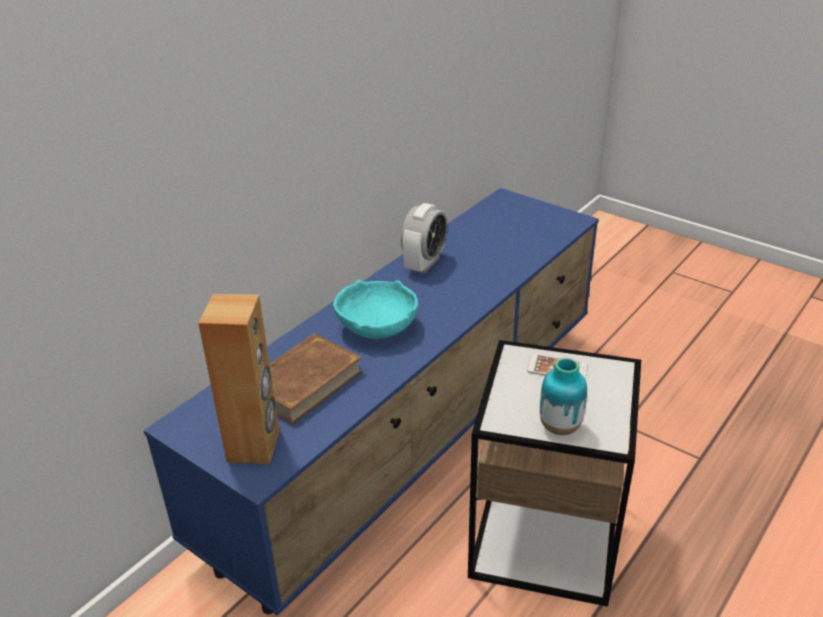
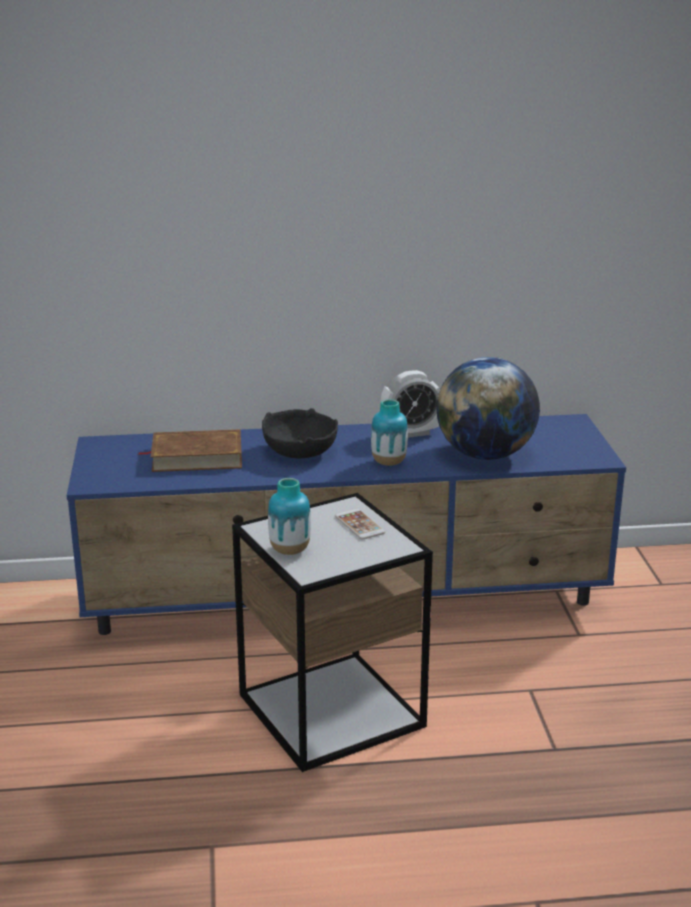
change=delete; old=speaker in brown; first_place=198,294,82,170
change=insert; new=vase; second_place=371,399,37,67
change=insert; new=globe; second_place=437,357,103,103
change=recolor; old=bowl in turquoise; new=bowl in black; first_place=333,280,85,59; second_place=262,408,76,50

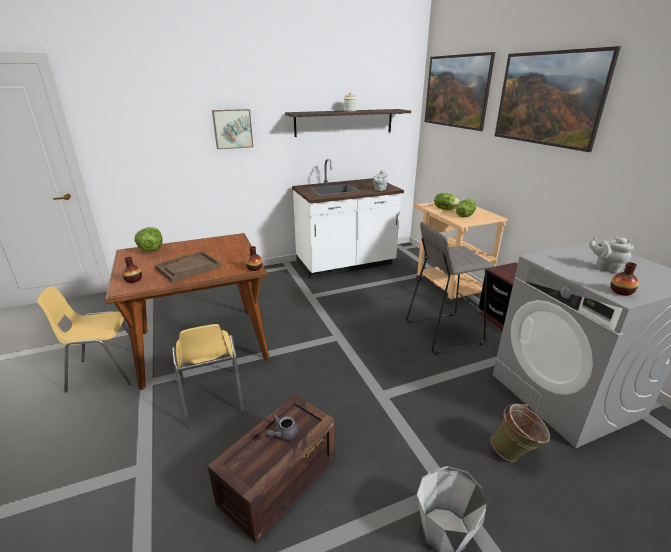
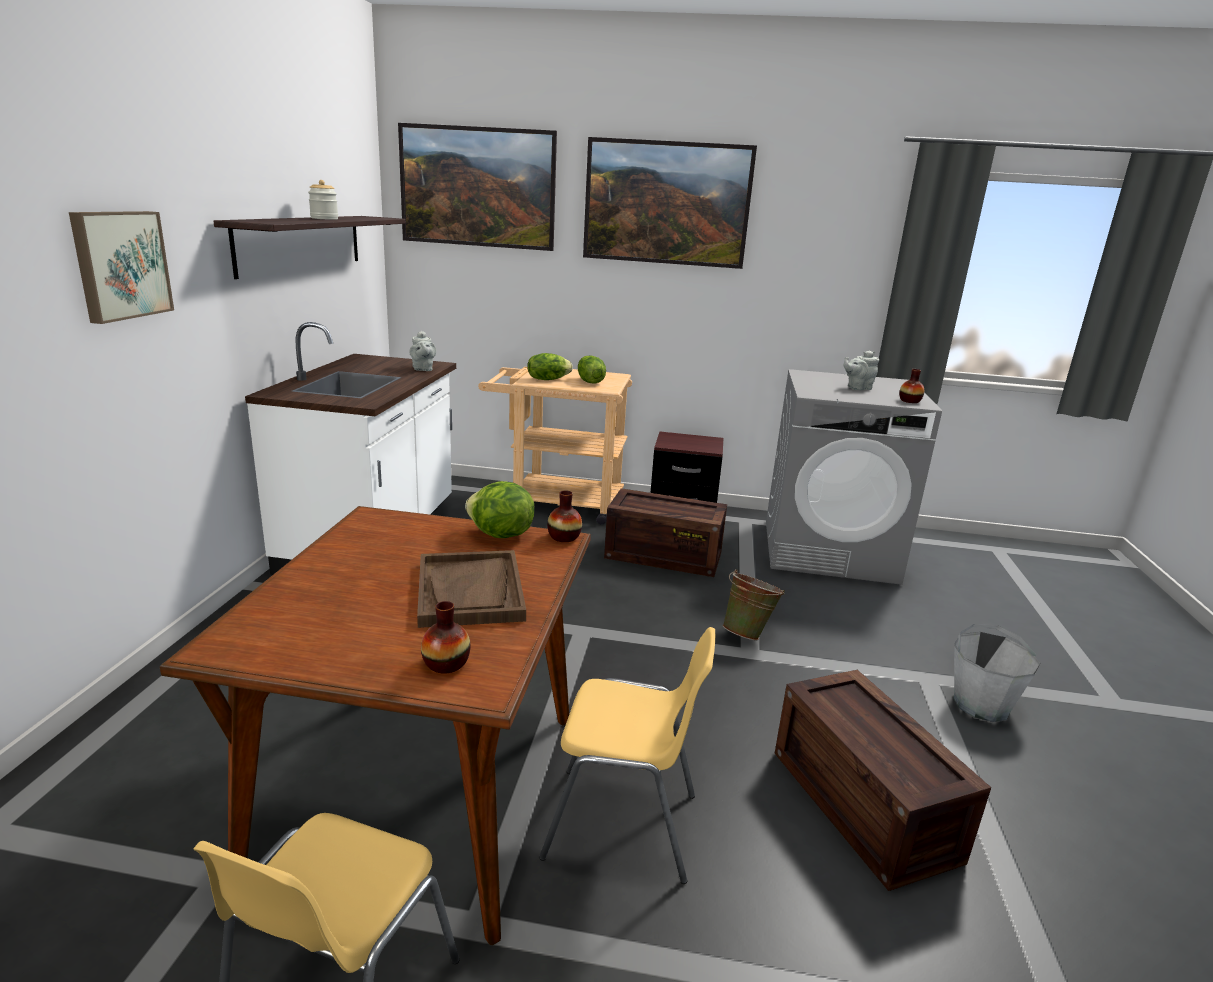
change=delete; old=teapot in grey; first_place=265,415,34,26
change=move; old=lettuce; first_place=135,227,28,24; second_place=465,481,70,57
change=move; old=bucket in green; first_place=491,404,59,58; second_place=722,569,63,72
change=replace; old=stool in grey; new=crate; first_place=406,222,88,132; second_place=604,488,123,89

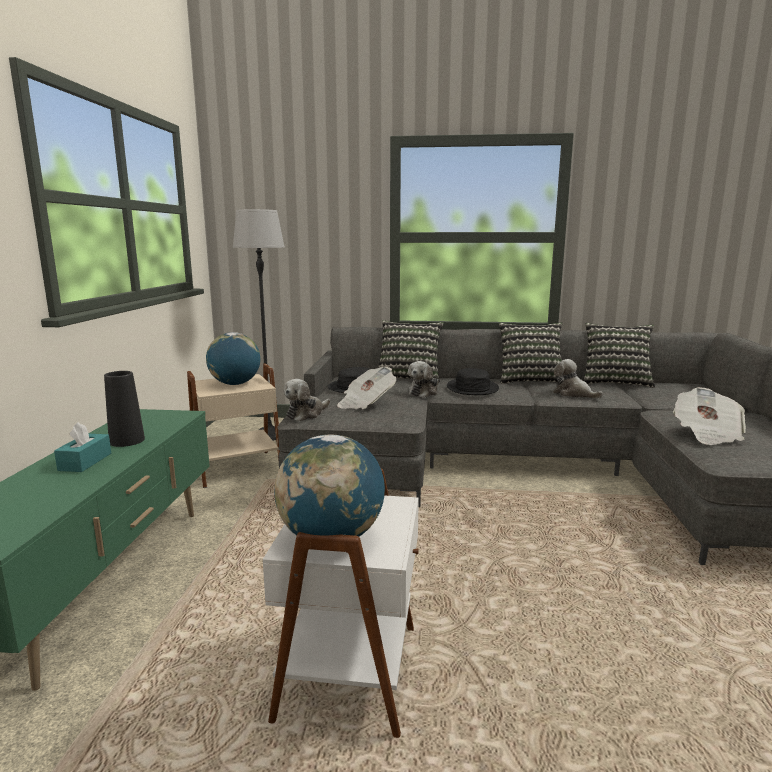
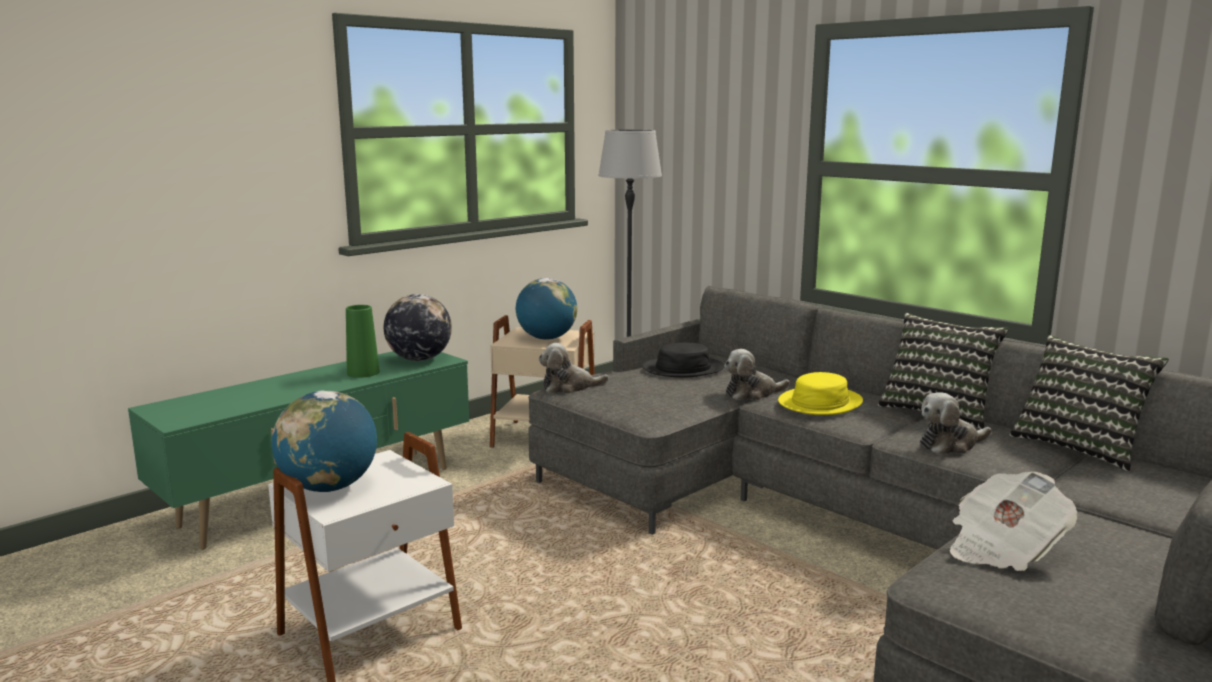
change=delete; old=tissue box in turquoise; first_place=54,422,57,50
change=delete; old=newspaper; first_place=337,367,59,42
change=delete; old=pillow; first_place=378,320,66,63
change=insert; new=globe; second_place=384,294,68,67
change=recolor; old=vase in black; new=vase in green; first_place=104,371,41,76; second_place=346,305,34,73
change=recolor; old=hat in black; new=hat in yellow; first_place=447,368,52,27; second_place=778,372,85,43
change=rotate; old=plush toy; first_place=553,359,50,40; second_place=920,392,71,62; degrees=-105

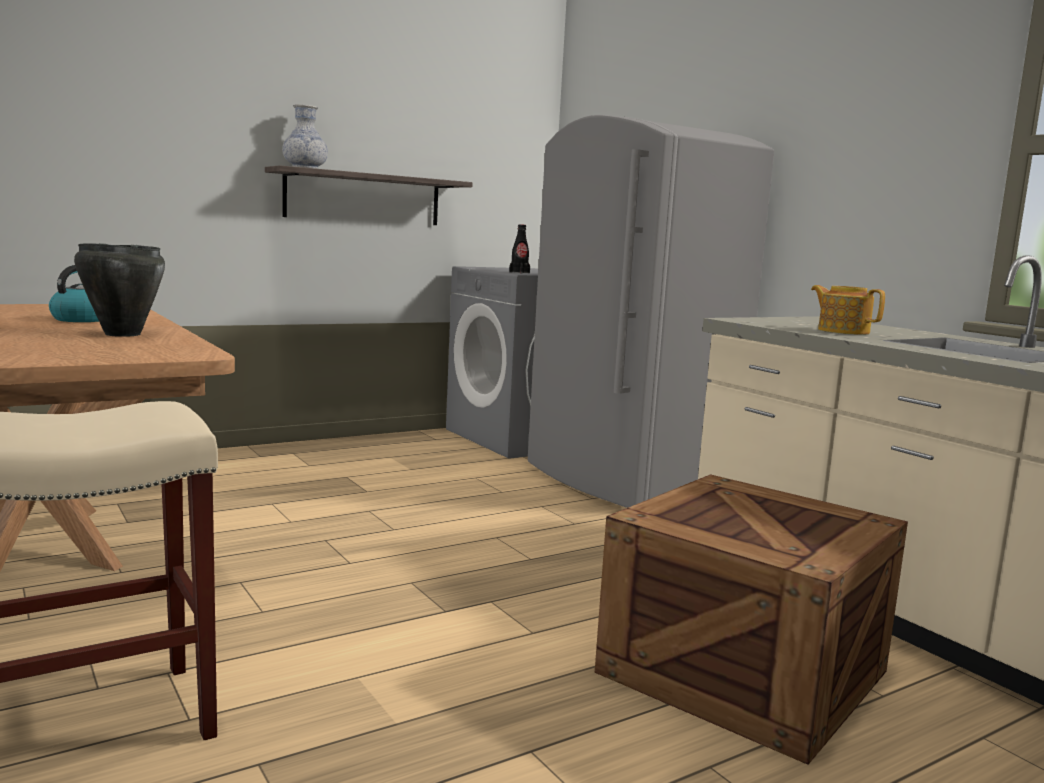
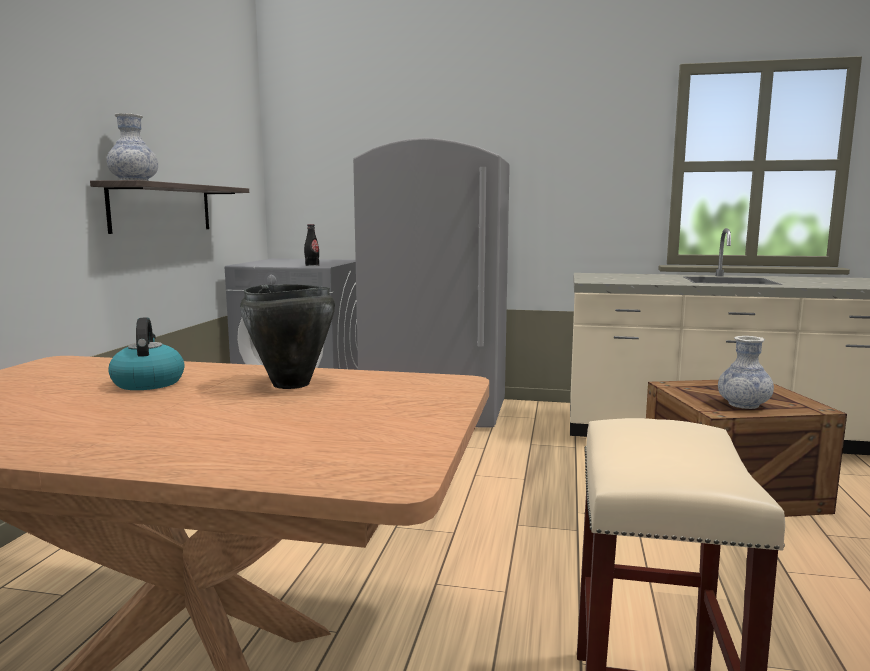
change=delete; old=teapot; first_place=811,285,74,50
change=insert; new=vase; second_place=718,336,56,73

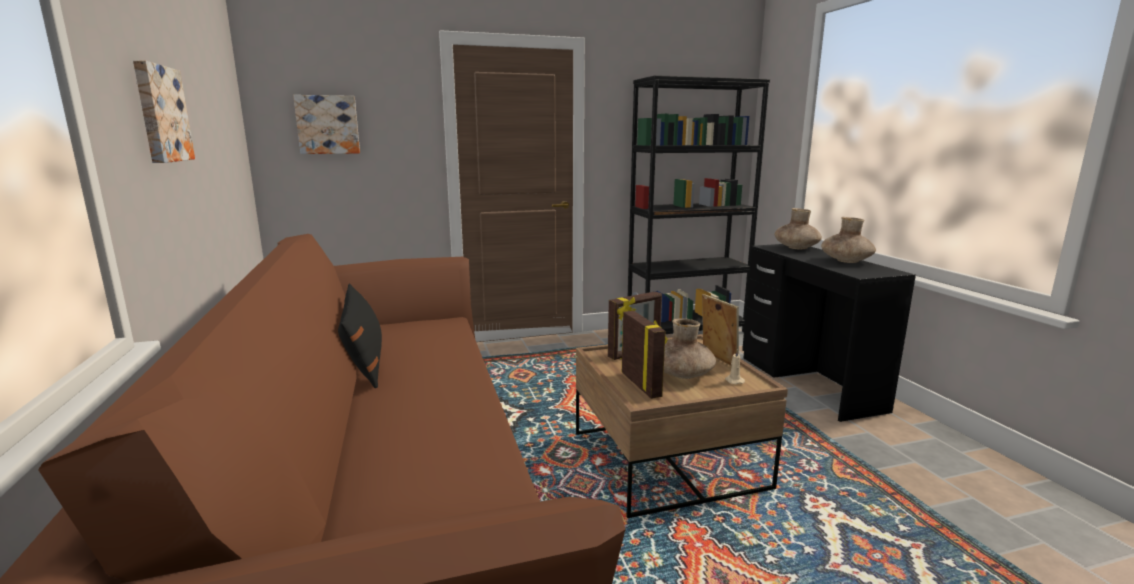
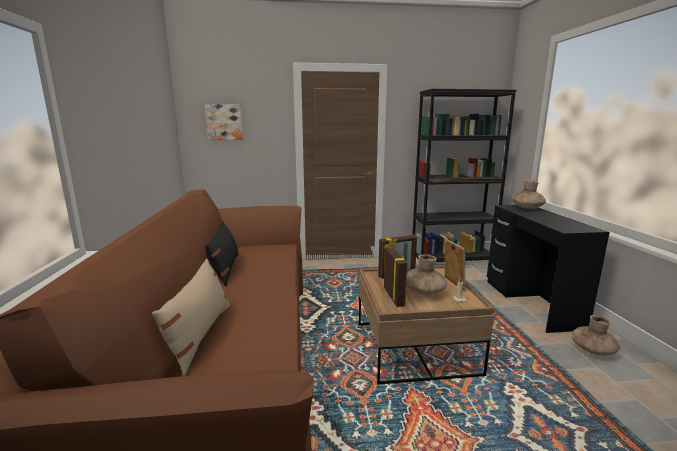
change=delete; old=picture; first_place=133,60,62,103
change=insert; new=pillow in beige; second_place=152,259,78,116
change=move; old=vase in brown; first_place=821,217,55,46; second_place=571,315,49,40

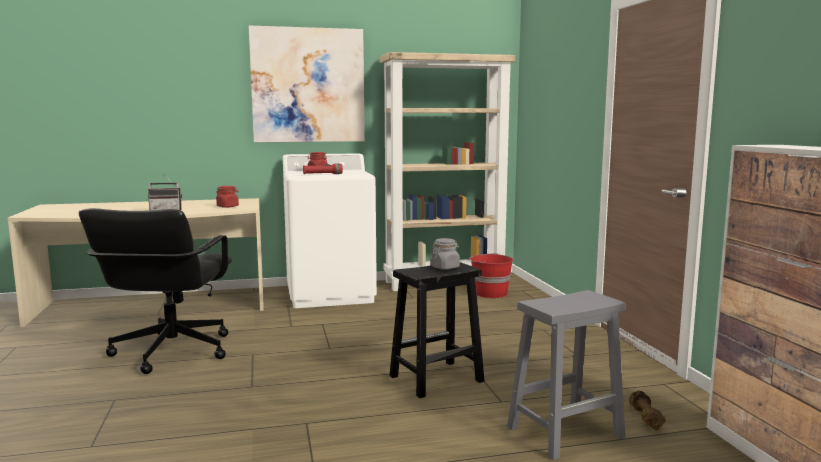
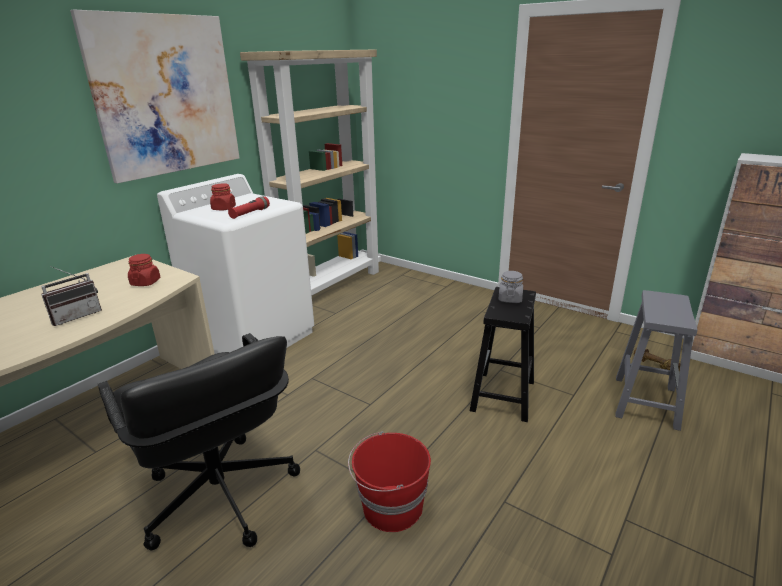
change=move; old=bucket in red; first_place=468,253,45,45; second_place=348,431,83,101

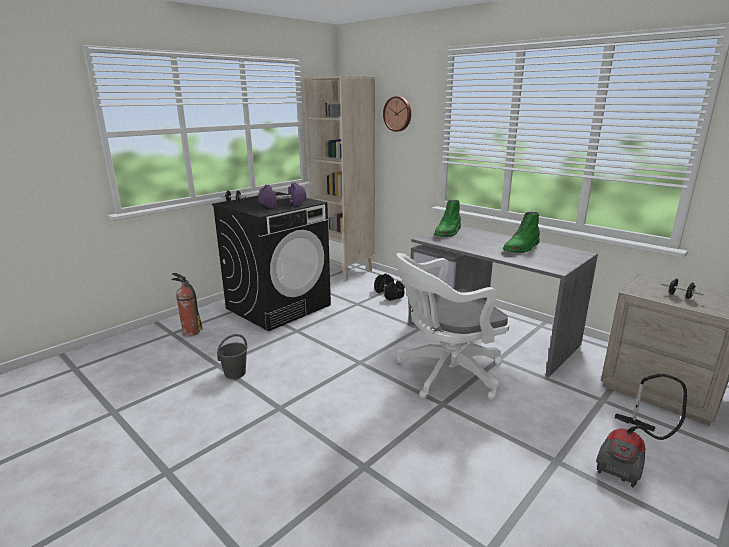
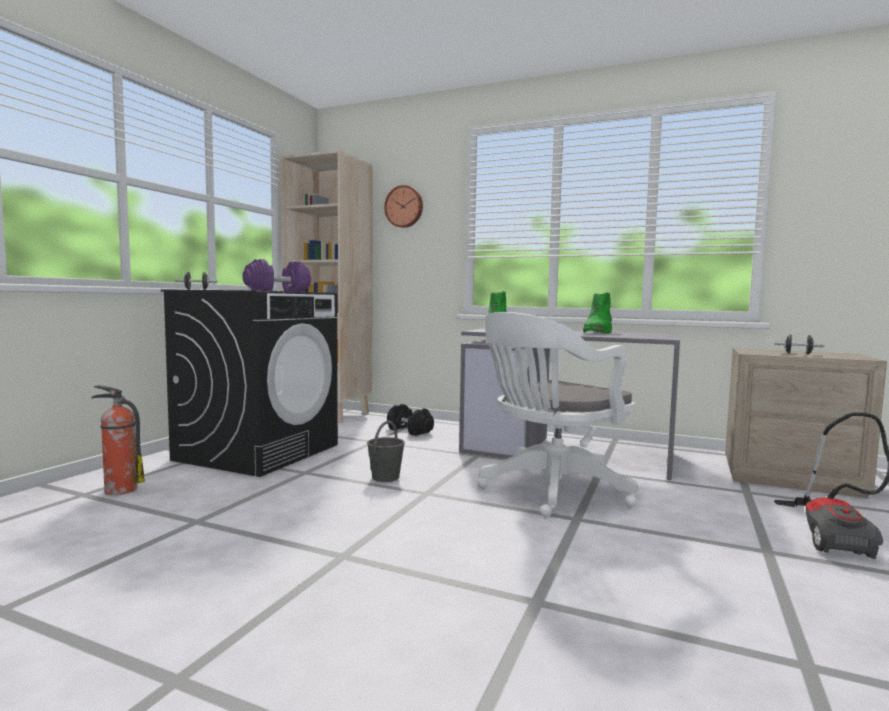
change=move; old=bucket in grey; first_place=217,334,30,45; second_place=367,421,38,61

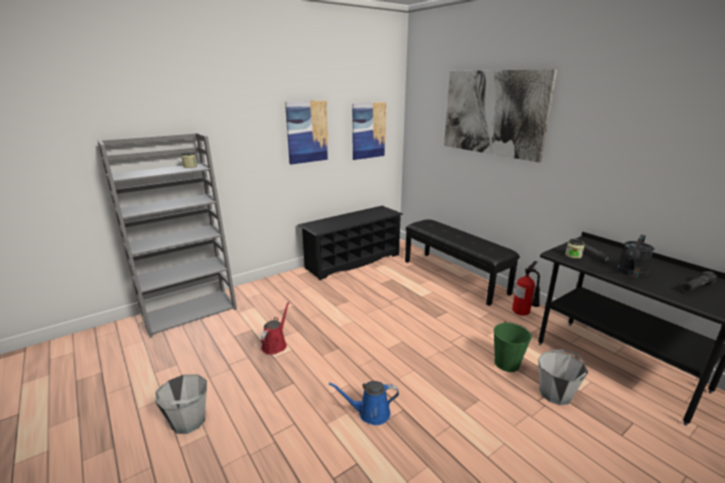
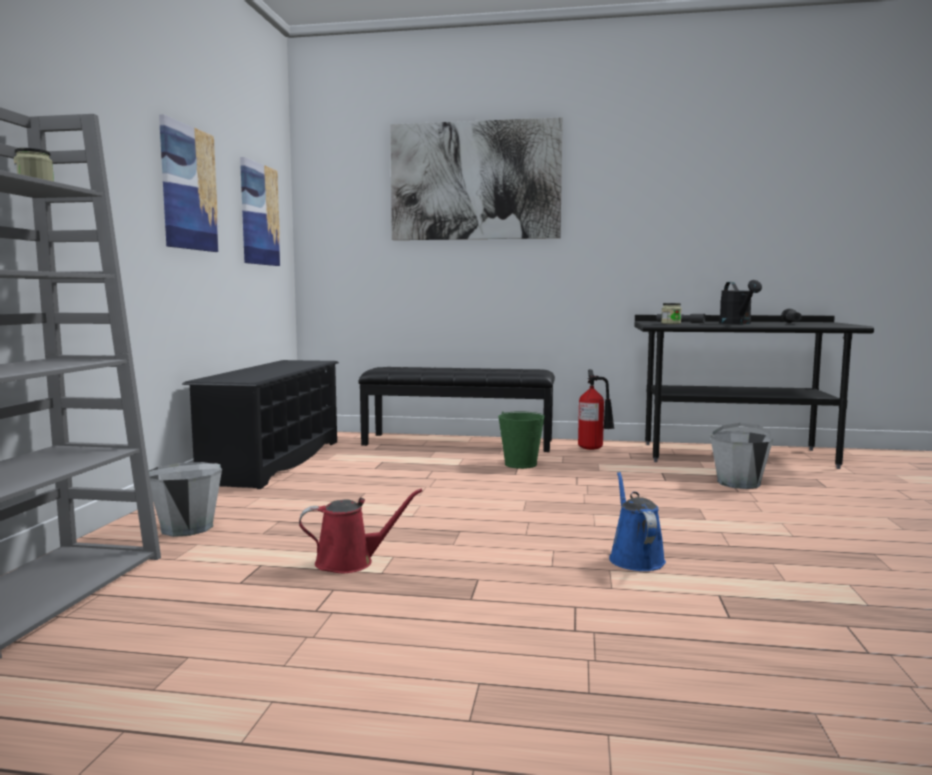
change=move; old=bucket in grey; first_place=155,374,52,60; second_place=149,462,73,75
change=move; old=bucket in green; first_place=494,321,38,51; second_place=498,411,47,58
change=rotate; old=watering can in red; first_place=261,301,29,54; second_place=299,489,123,84; degrees=105
change=rotate; old=watering can in blue; first_place=329,381,70,44; second_place=609,472,57,99; degrees=135

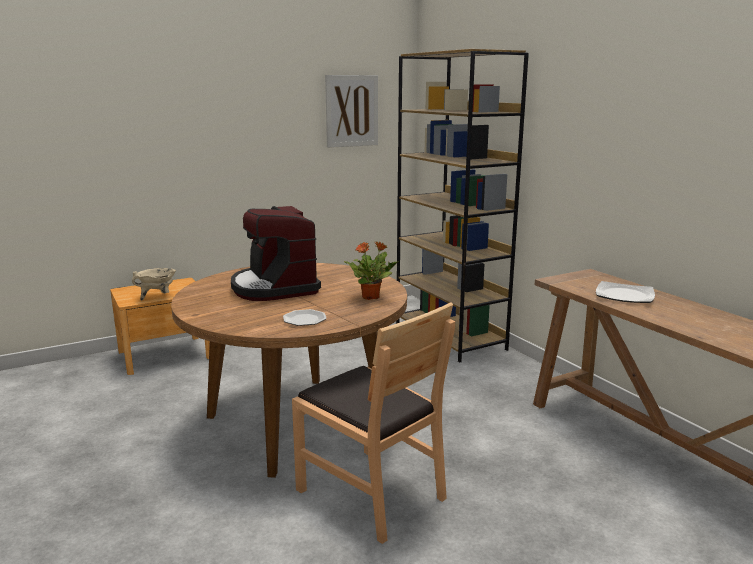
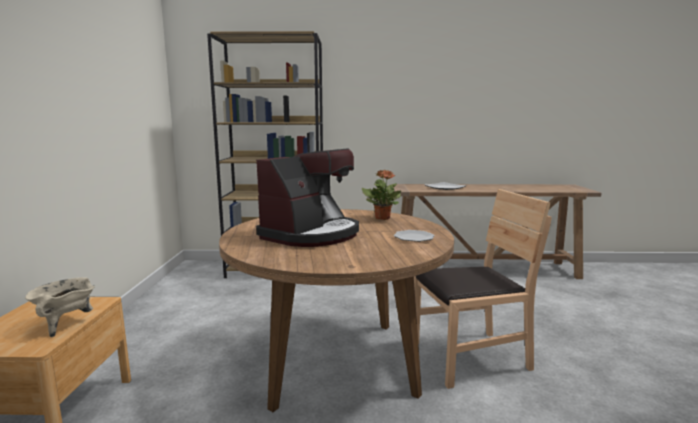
change=delete; old=picture; first_place=325,75,53,73
change=rotate; old=coffee machine; first_place=231,206,90,95; second_place=256,149,103,98; degrees=-60

